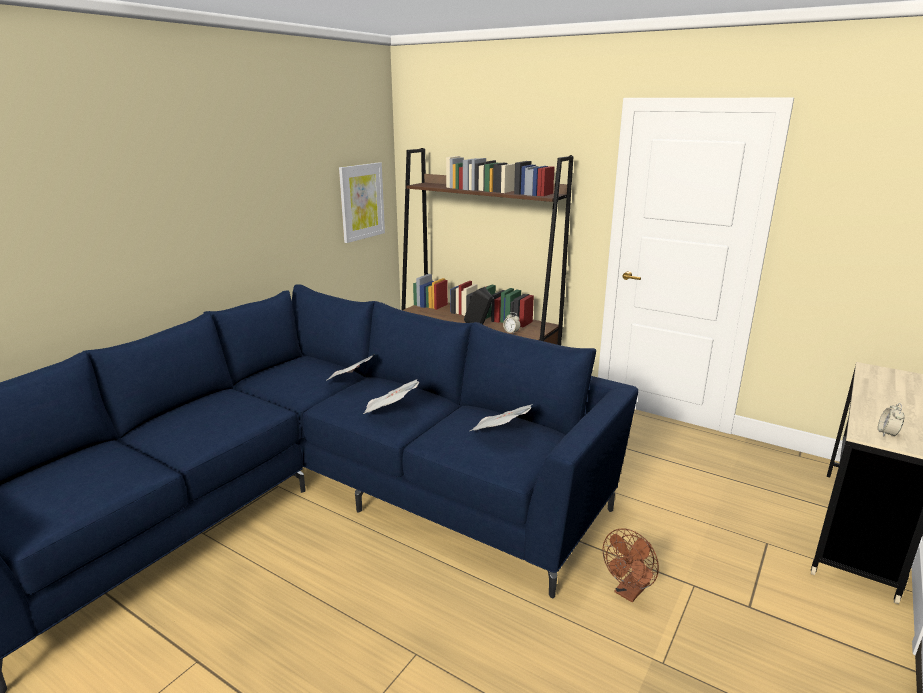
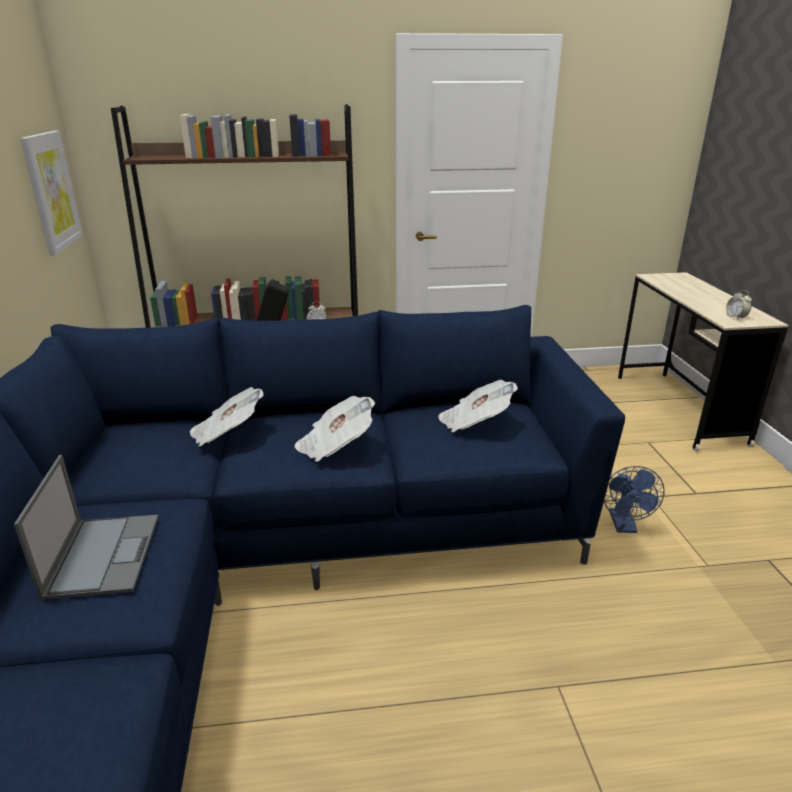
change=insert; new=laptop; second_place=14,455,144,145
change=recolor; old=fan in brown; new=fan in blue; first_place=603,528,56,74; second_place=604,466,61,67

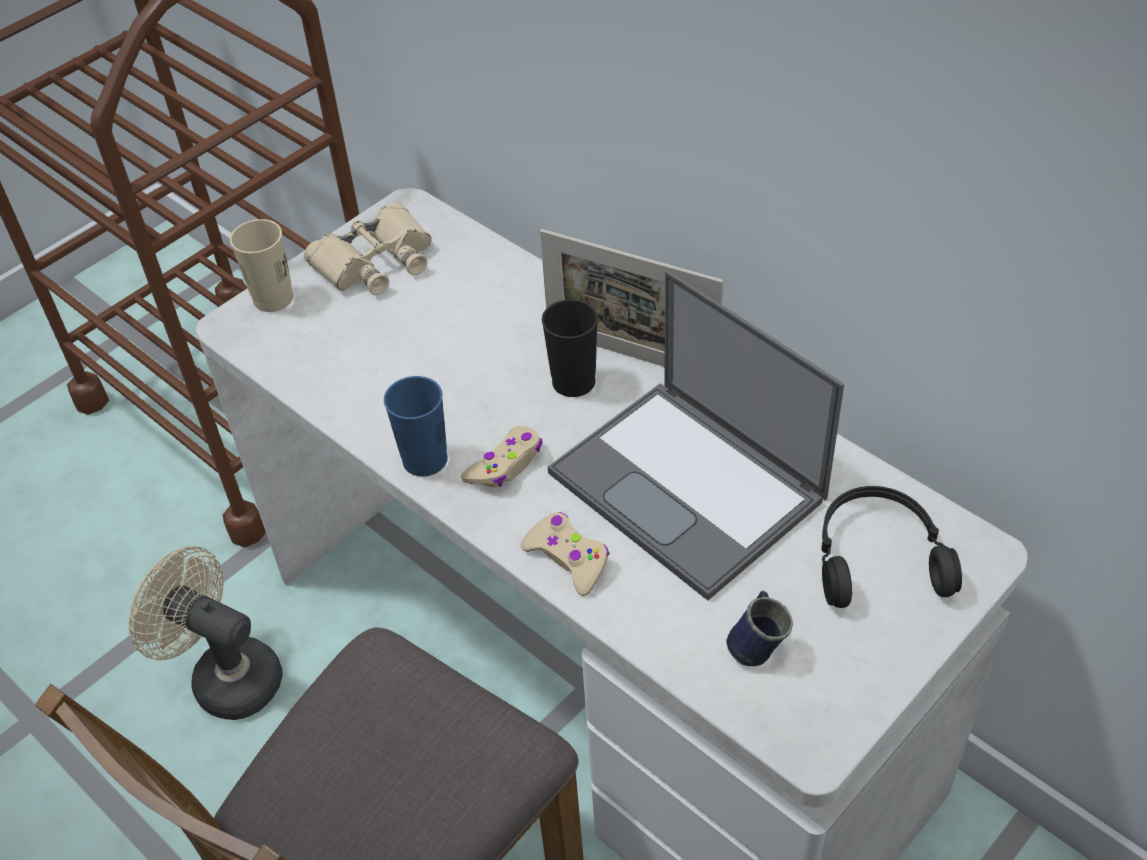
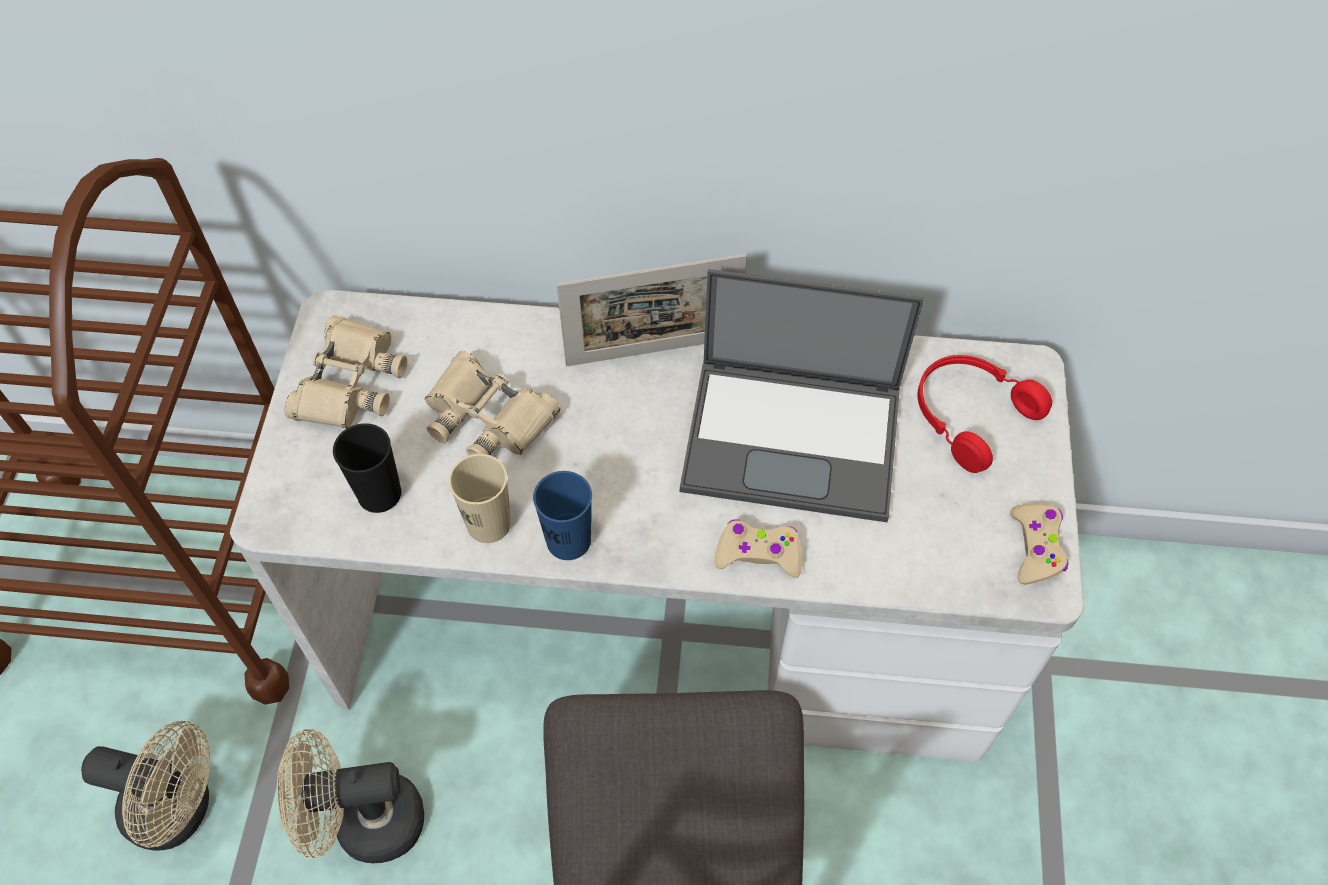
change=delete; old=mug in blue; first_place=726,591,67,75
change=insert; new=fan in beige; second_place=81,721,129,130
change=insert; new=binoculars in beige; second_place=425,351,136,104
change=move; old=cup in beige; first_place=230,219,63,93; second_place=449,454,62,89
change=move; old=game controller in beige; first_place=461,426,81,62; second_place=1010,504,58,81
change=move; old=cup in black; first_place=542,299,56,98; second_place=333,423,68,90
change=recolor; old=headphones in black; new=headphones in red; first_place=821,486,141,122; second_place=918,355,134,118

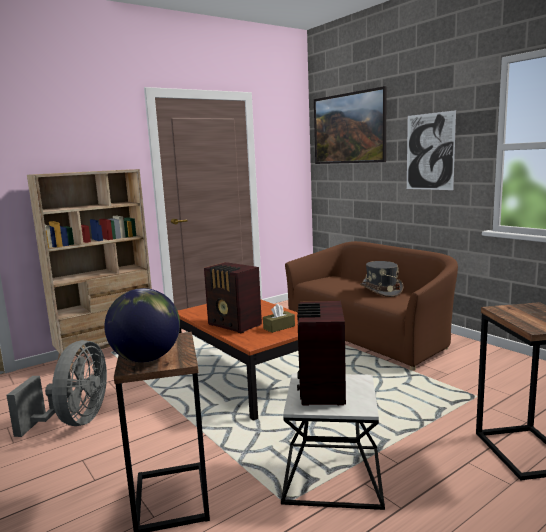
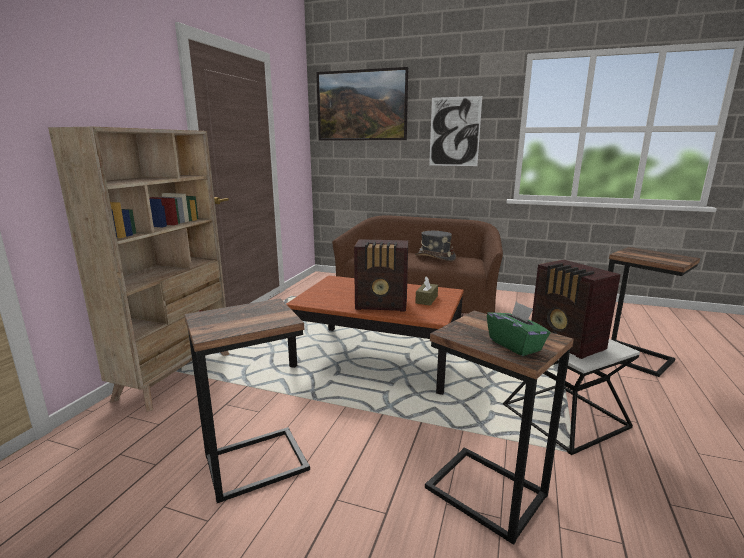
change=replace; old=fan in grey; new=side table; first_place=7,340,100,97; second_place=184,298,126,205
change=replace; old=globe; new=tissue box in green; first_place=104,288,76,74; second_place=487,302,63,54

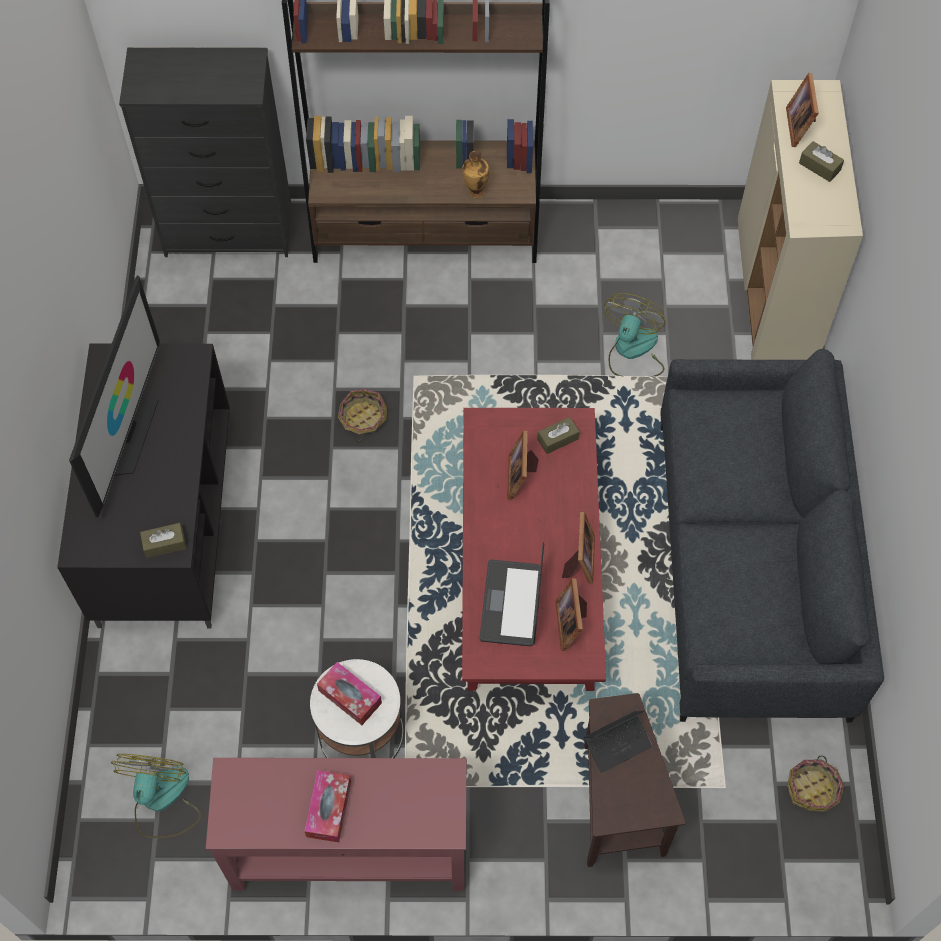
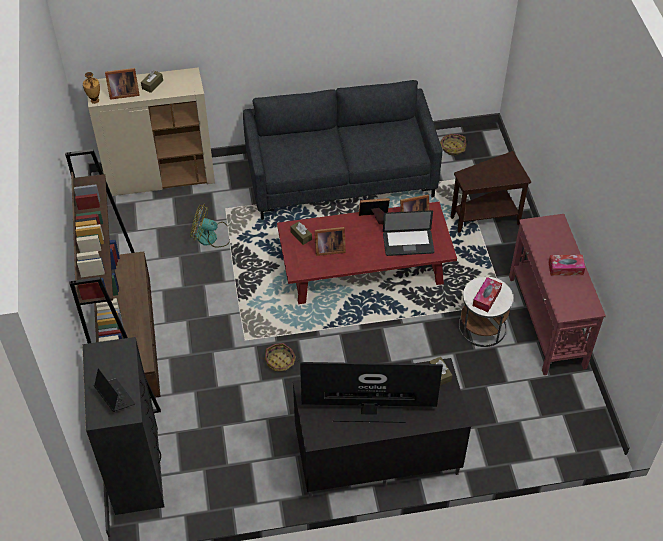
change=delete; old=fan; first_place=111,754,90,84
change=move; old=vase; first_place=462,151,27,47; second_place=83,72,17,32
change=move; old=laptop; first_place=584,710,68,63; second_place=94,368,41,44

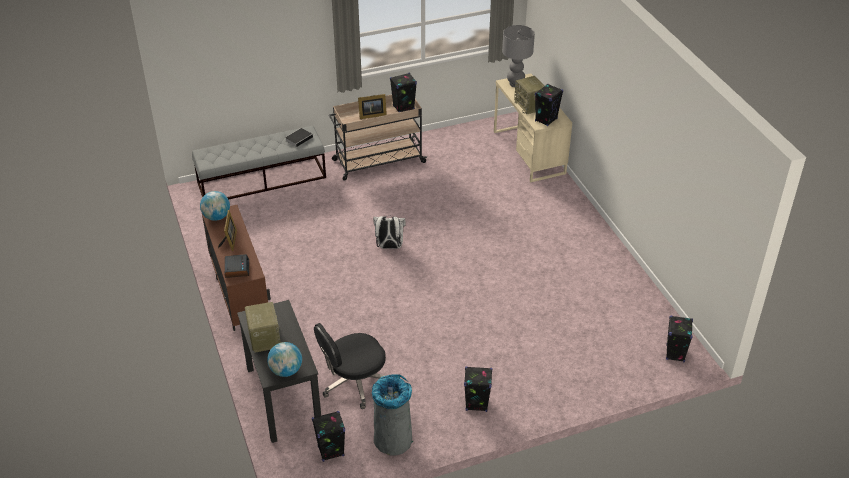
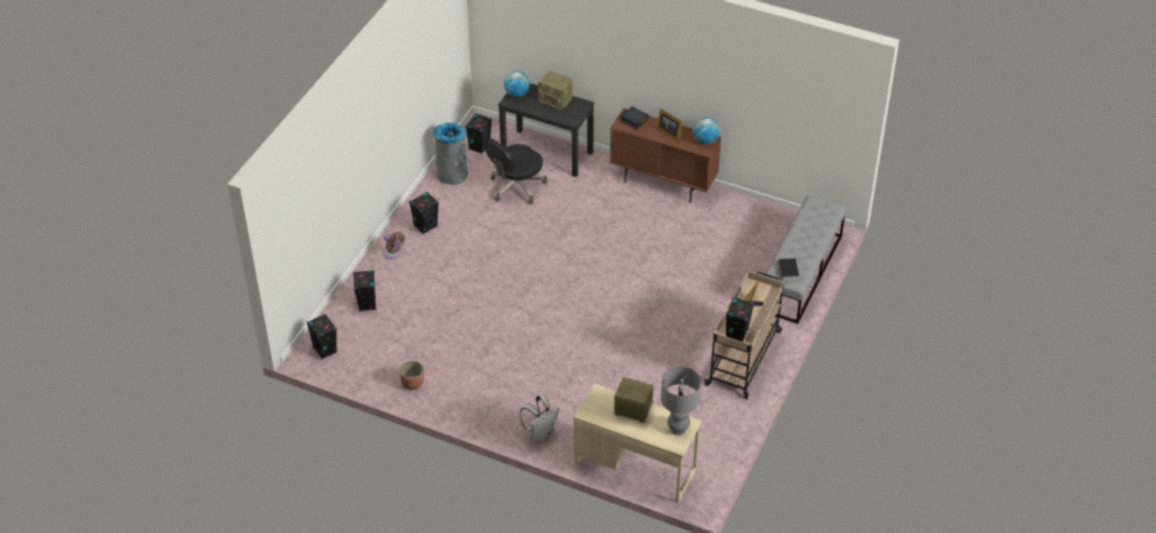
change=insert; new=fan in brown; second_place=383,232,22,27
change=insert; new=planter; second_place=399,361,25,29
change=move; old=backpack in white; first_place=373,216,33,33; second_place=520,395,39,47
change=move; old=speaker in black; first_place=535,84,28,42; second_place=353,270,23,42
change=rotate; old=office chair in black; first_place=314,323,72,86; second_place=484,138,64,66; degrees=-150

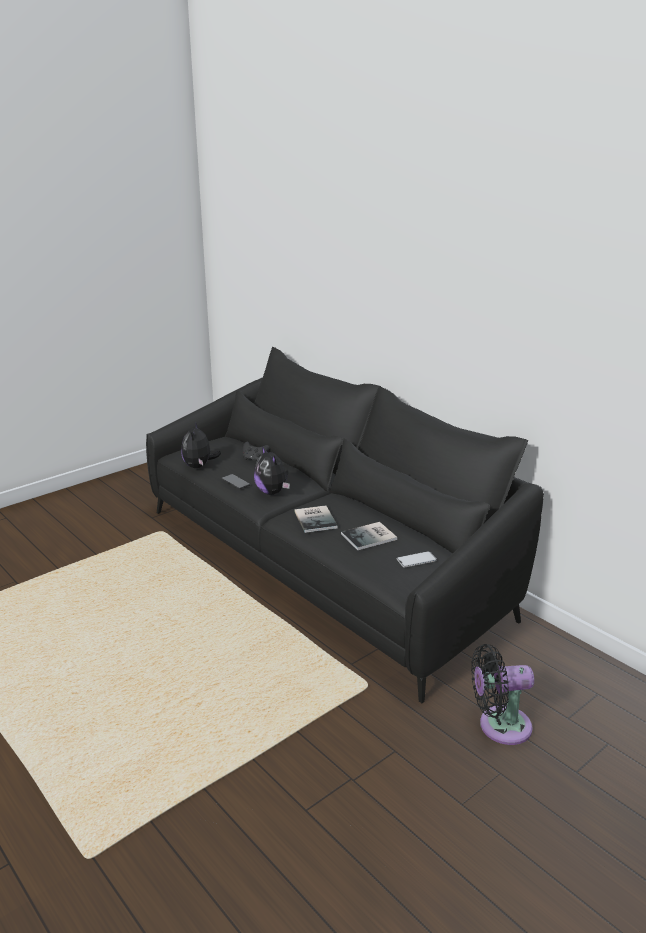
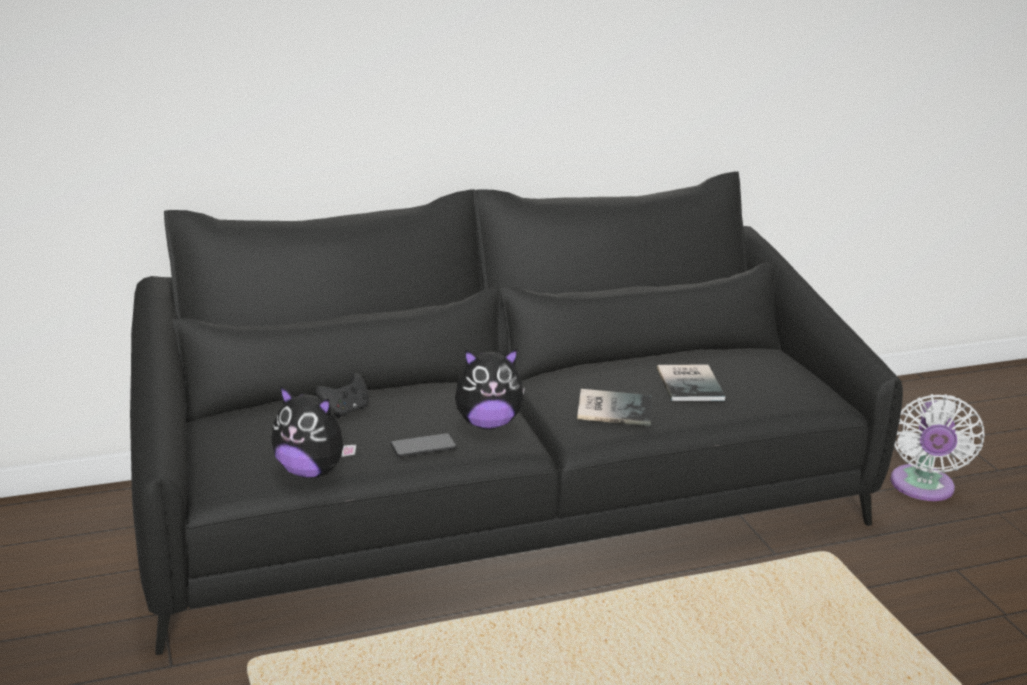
change=delete; old=phone; first_place=397,551,40,16
change=recolor; old=fan in black; new=fan in white; first_place=471,644,63,101; second_place=890,394,94,107

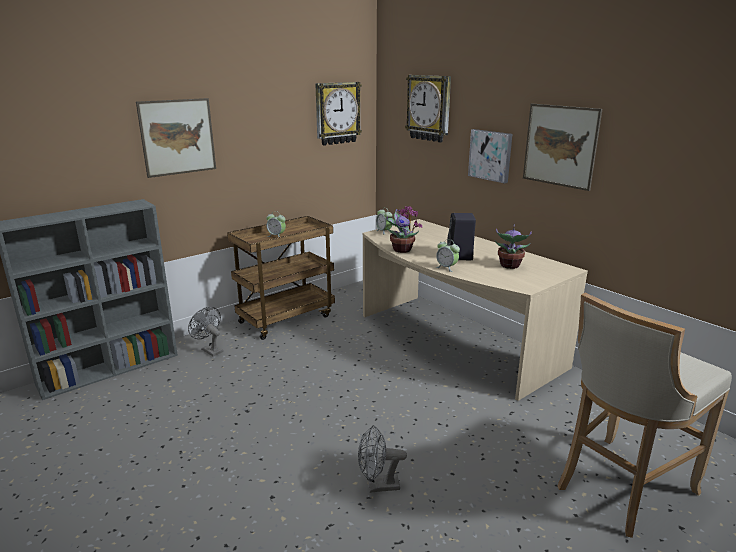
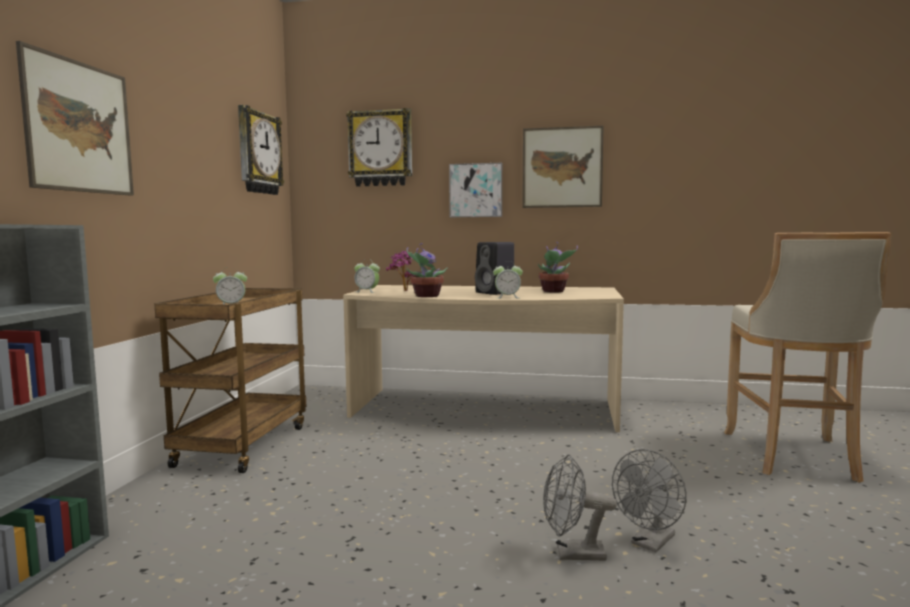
change=move; old=fan in grey; first_place=188,307,35,49; second_place=543,454,74,107

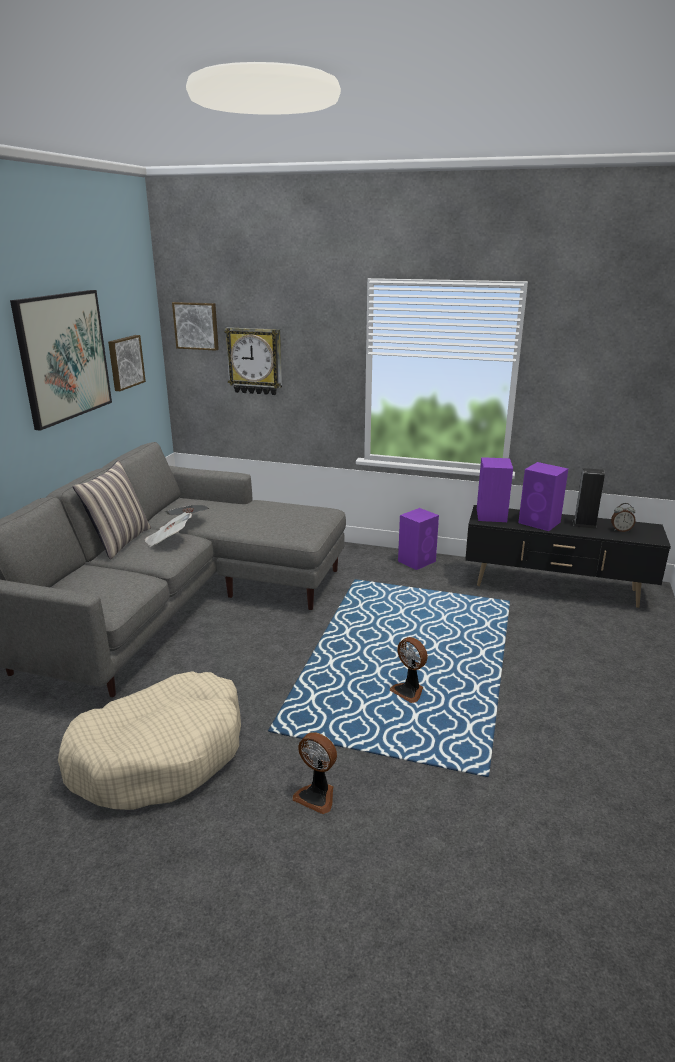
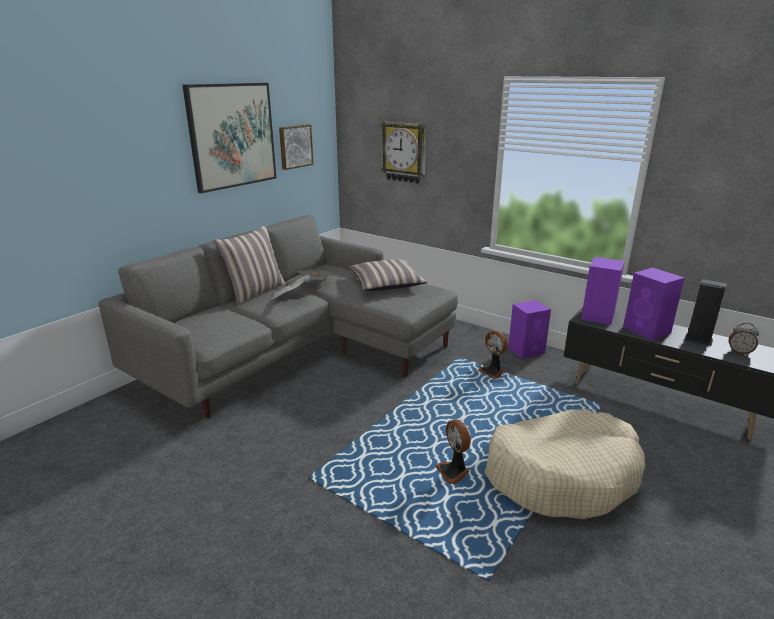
change=delete; old=picture; first_place=172,302,47,49
change=insert; new=pillow; second_place=349,259,78,32
change=move; old=dog bed in beige; first_place=58,671,183,139; second_place=484,409,161,110
change=move; old=fan; first_place=293,732,44,82; second_place=478,330,30,49

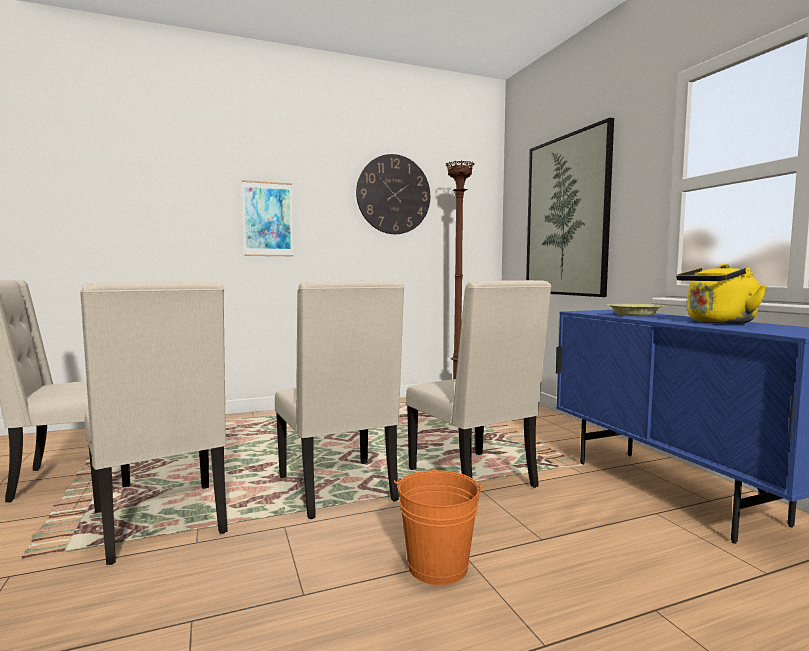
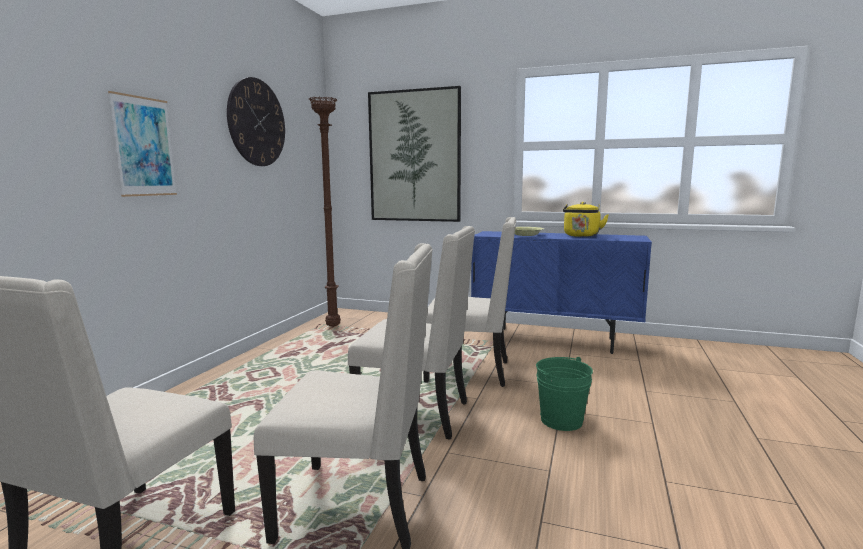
change=recolor; old=bucket in orange; new=bucket in green; first_place=394,470,91,115; second_place=536,357,57,74

